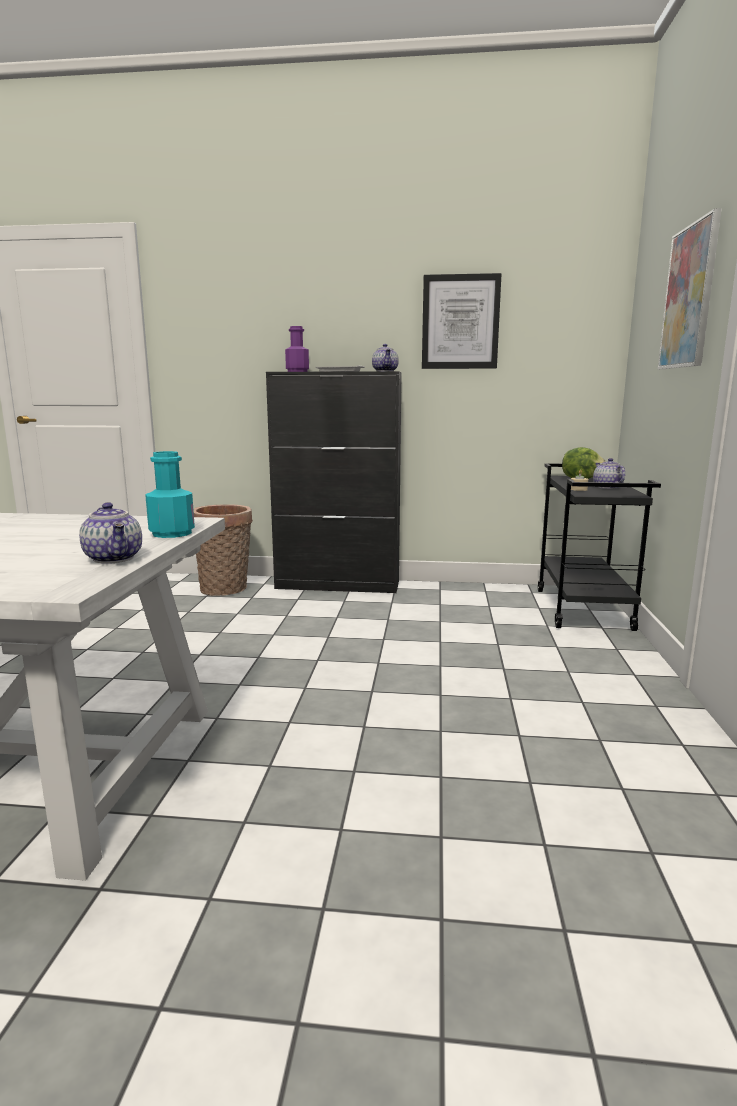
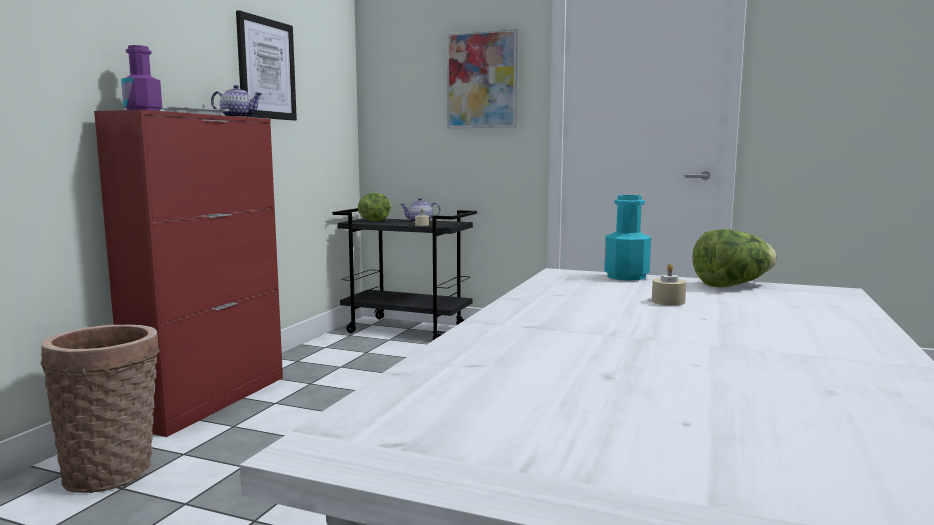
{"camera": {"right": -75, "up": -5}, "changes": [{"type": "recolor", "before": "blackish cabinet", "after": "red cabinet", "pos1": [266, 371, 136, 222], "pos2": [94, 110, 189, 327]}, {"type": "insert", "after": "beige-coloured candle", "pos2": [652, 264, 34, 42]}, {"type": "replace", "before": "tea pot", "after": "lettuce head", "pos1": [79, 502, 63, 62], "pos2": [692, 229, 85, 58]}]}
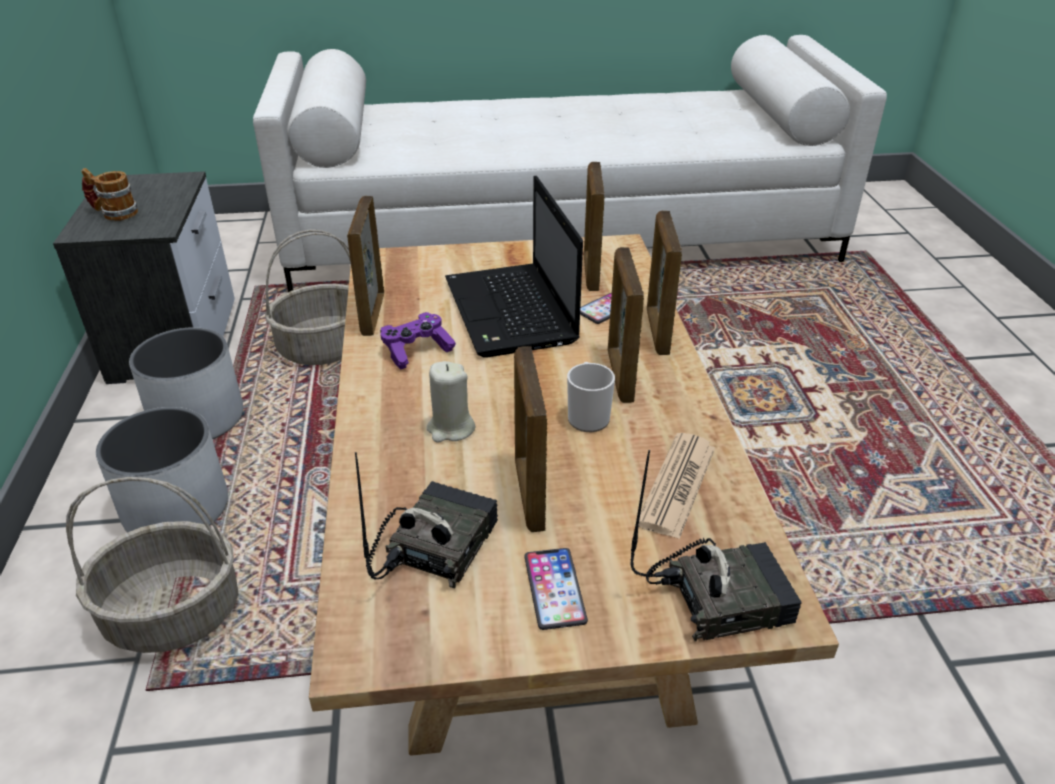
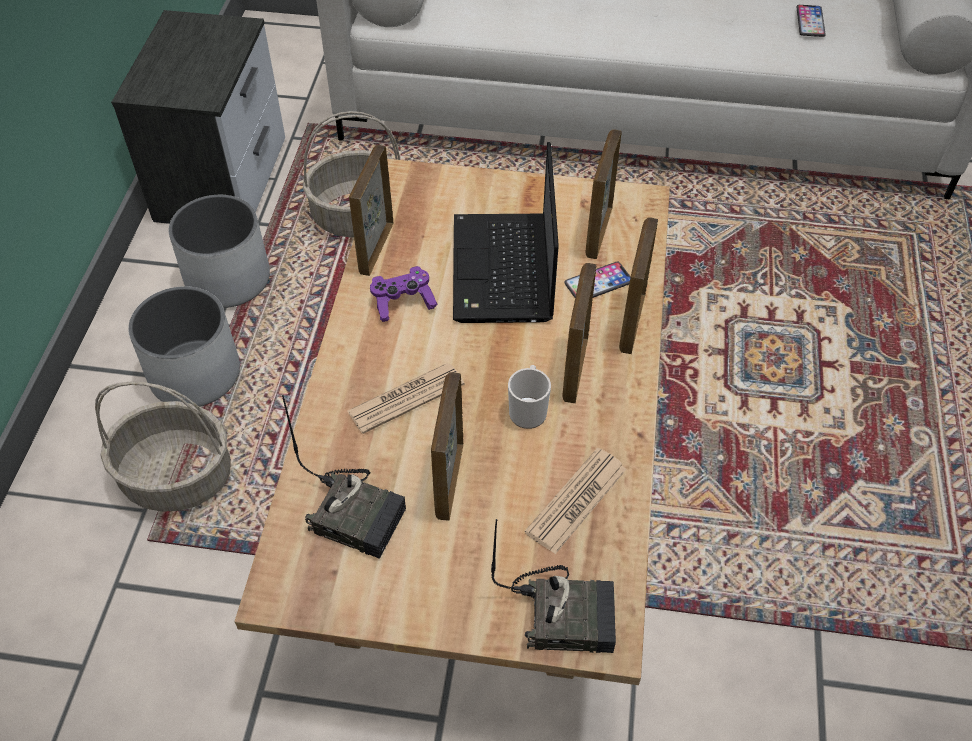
{"camera": {"right": 15, "up": 15}, "changes": [{"type": "rotate", "before": "radio", "pos1": [355, 452, 143, 137], "pos2": [282, 395, 124, 164], "turn": 75}, {"type": "replace", "before": "beige-coloured candle", "after": "printed paper", "pos1": [427, 361, 48, 82], "pos2": [347, 363, 117, 71]}, {"type": "move", "before": "handset", "pos1": [524, 548, 64, 82], "pos2": [797, 5, 29, 32]}, {"type": "delete", "before": "coffee mug", "pos1": [81, 168, 57, 53]}]}
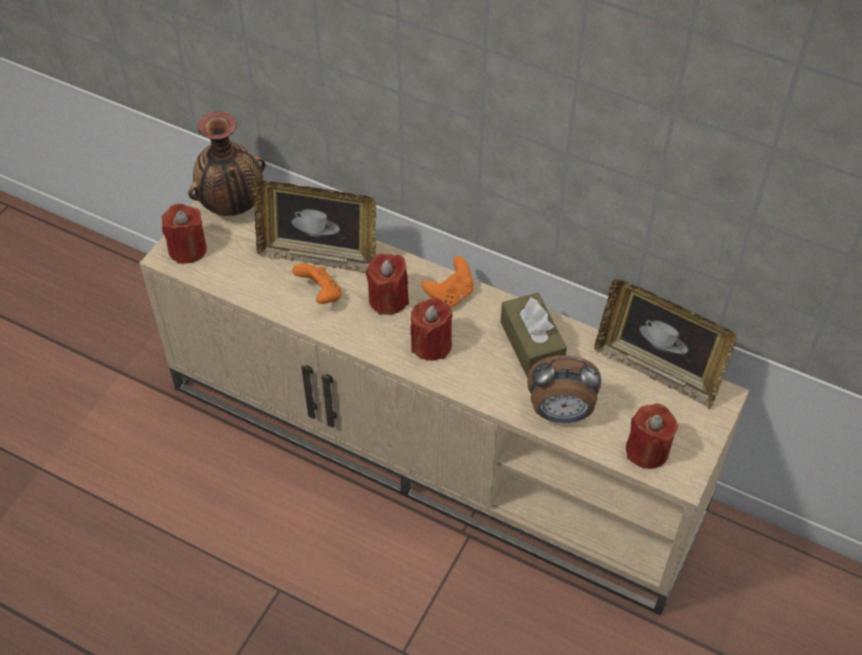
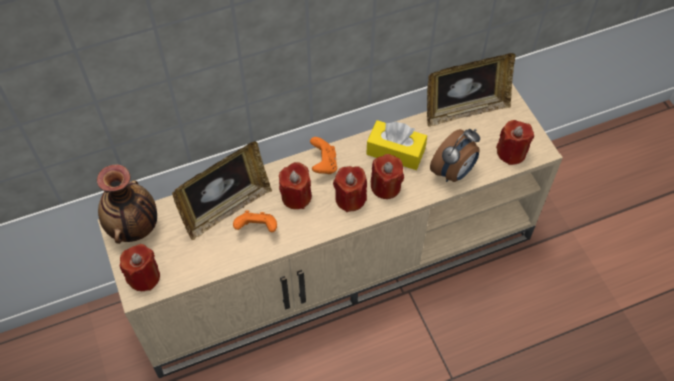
{"camera": {"right": -50, "up": 5}, "changes": [{"type": "recolor", "before": "brown-coloured tissue holder", "after": "yellow tissue holder", "pos1": [501, 293, 66, 83], "pos2": [366, 120, 61, 50]}, {"type": "insert", "after": "red candle", "pos2": [371, 154, 33, 45]}]}
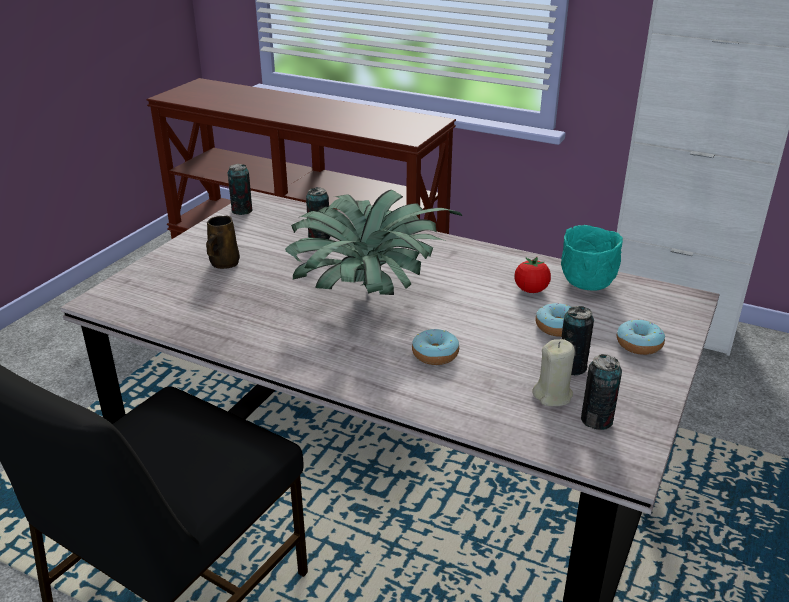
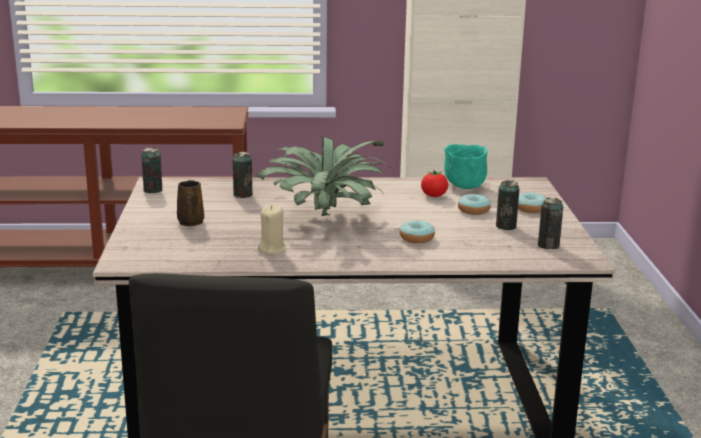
{"camera": {"right": -30, "up": -10}, "changes": [{"type": "move", "before": "beige-coloured candle", "pos1": [532, 339, 43, 67], "pos2": [258, 205, 28, 50]}]}
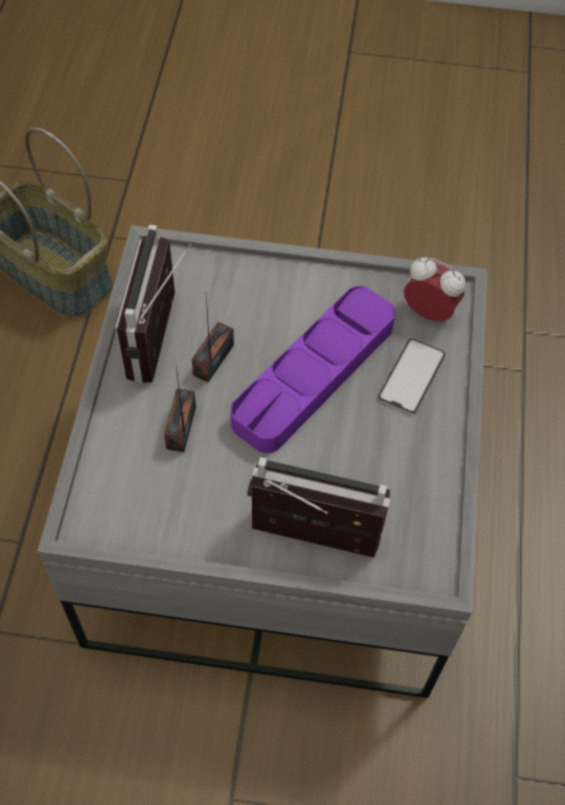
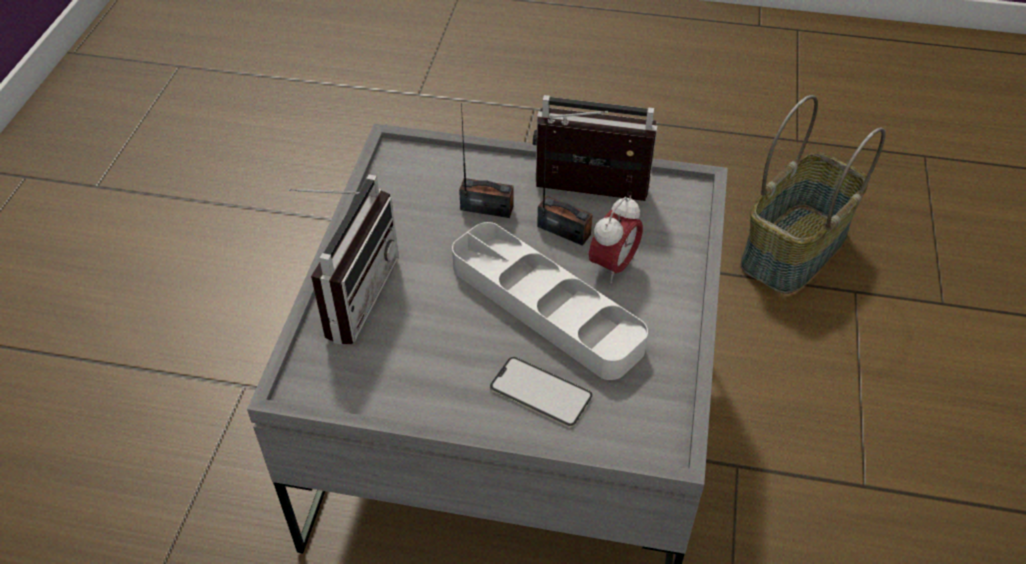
{"camera": {"right": 95, "up": -10}, "changes": [{"type": "recolor", "before": "purplish tray", "after": "gray tray", "pos1": [231, 286, 165, 167], "pos2": [452, 222, 196, 158]}, {"type": "move", "before": "alarm clock", "pos1": [404, 257, 62, 64], "pos2": [589, 196, 54, 87]}]}
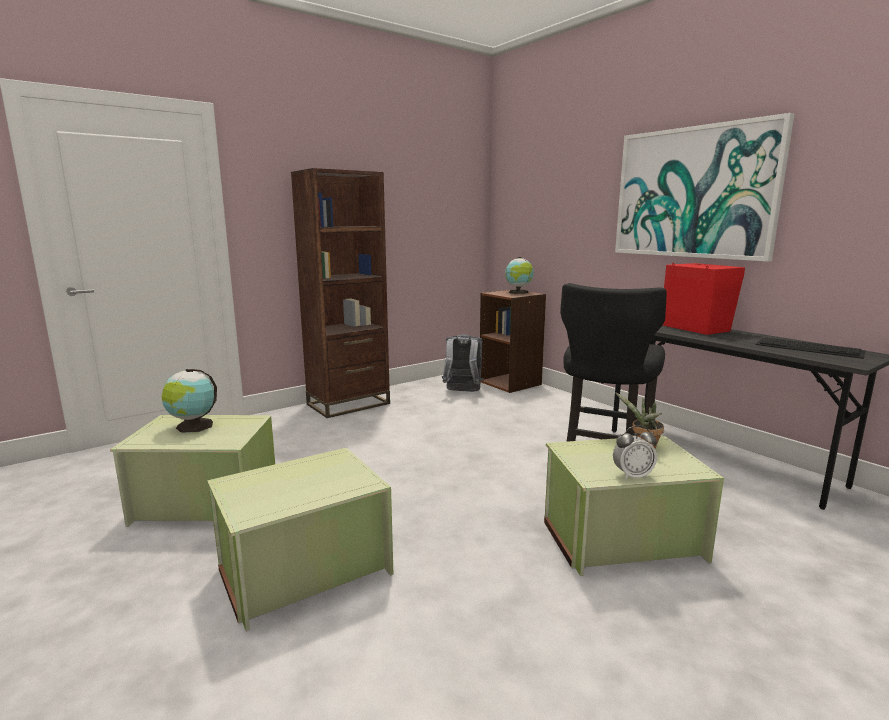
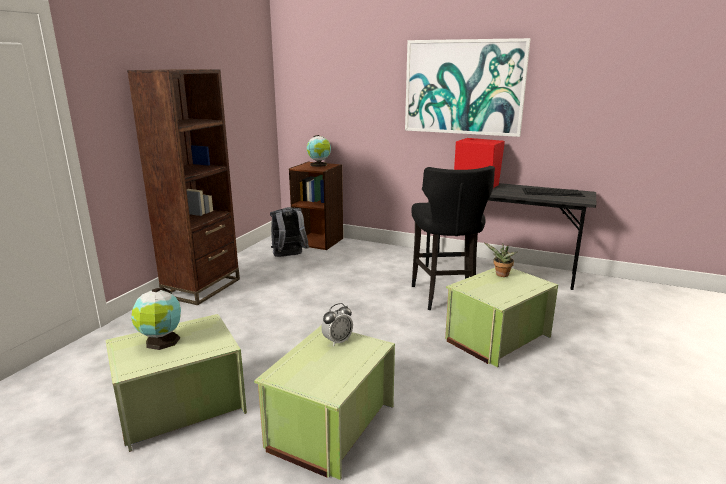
{"camera": {"right": -30, "up": 5}, "changes": [{"type": "move", "before": "alarm clock", "pos1": [613, 425, 44, 55], "pos2": [321, 303, 32, 44]}]}
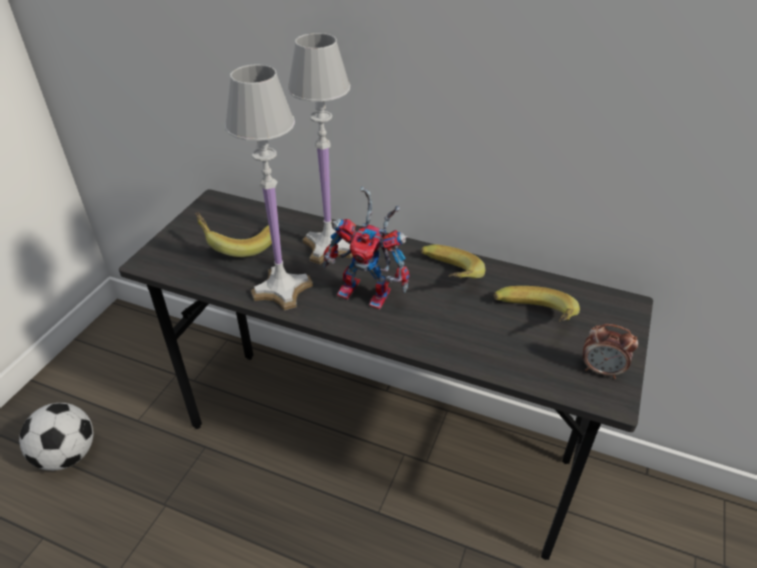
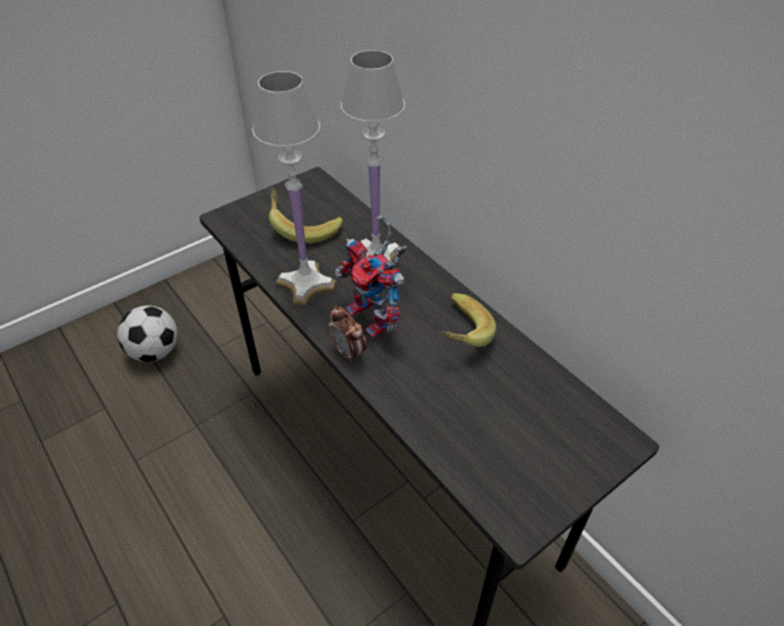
{"camera": {"right": 30, "up": 5}, "changes": [{"type": "move", "before": "alarm clock", "pos1": [583, 324, 55, 55], "pos2": [328, 306, 39, 57]}, {"type": "delete", "before": "whole banana", "pos1": [493, 286, 87, 36]}]}
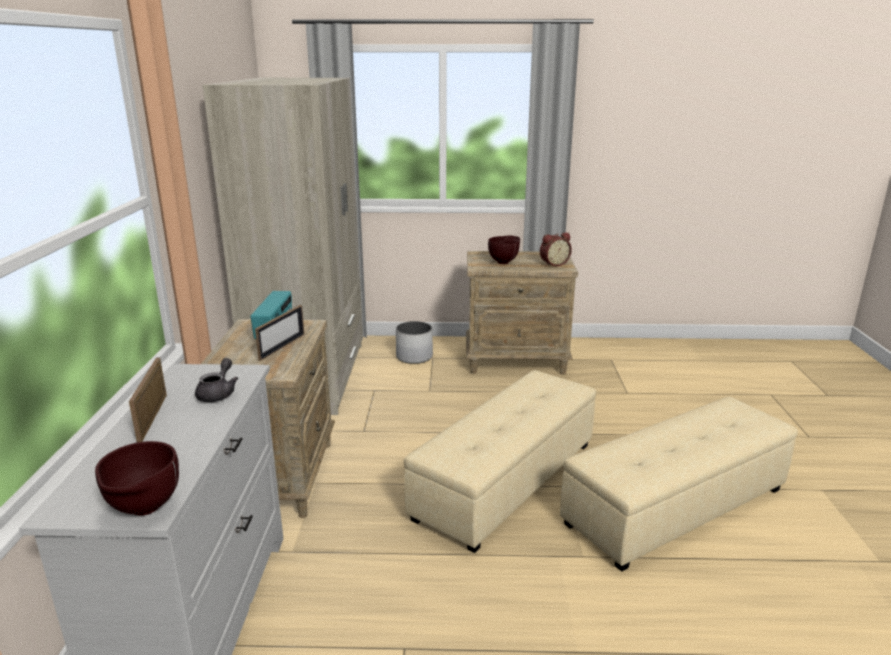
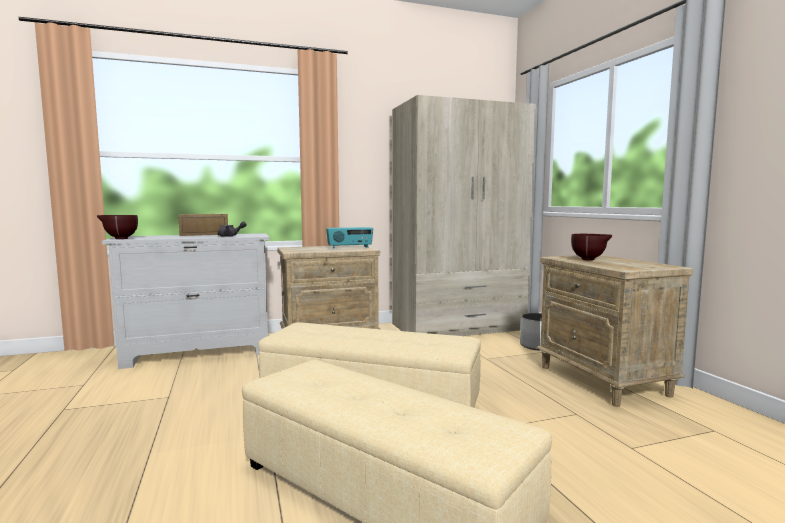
{"camera": {"right": 70, "up": -15}, "changes": [{"type": "delete", "before": "picture frame", "pos1": [255, 305, 49, 56]}, {"type": "delete", "before": "alarm clock", "pos1": [540, 232, 32, 34]}]}
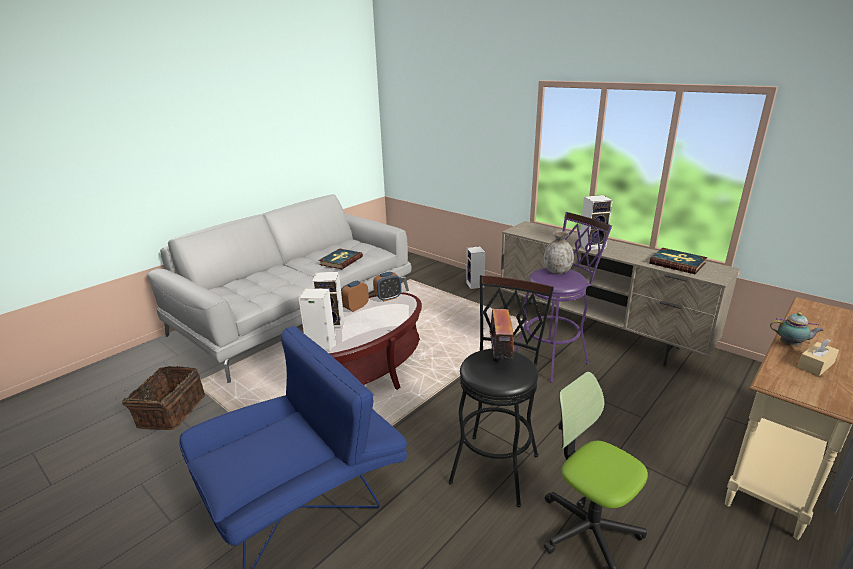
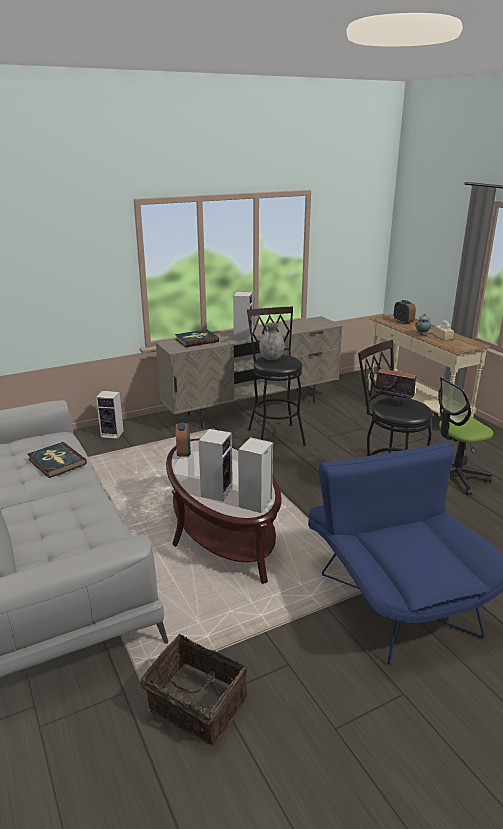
{"camera": {"right": -70, "up": 0}, "changes": [{"type": "move", "before": "volume", "pos1": [649, 248, 58, 26], "pos2": [175, 329, 44, 18]}, {"type": "recolor", "before": "purplish stool", "after": "blackish stool", "pos1": [515, 212, 97, 171], "pos2": [247, 306, 59, 140]}, {"type": "move", "before": "alarm clock", "pos1": [341, 281, 28, 31], "pos2": [394, 300, 22, 25]}]}
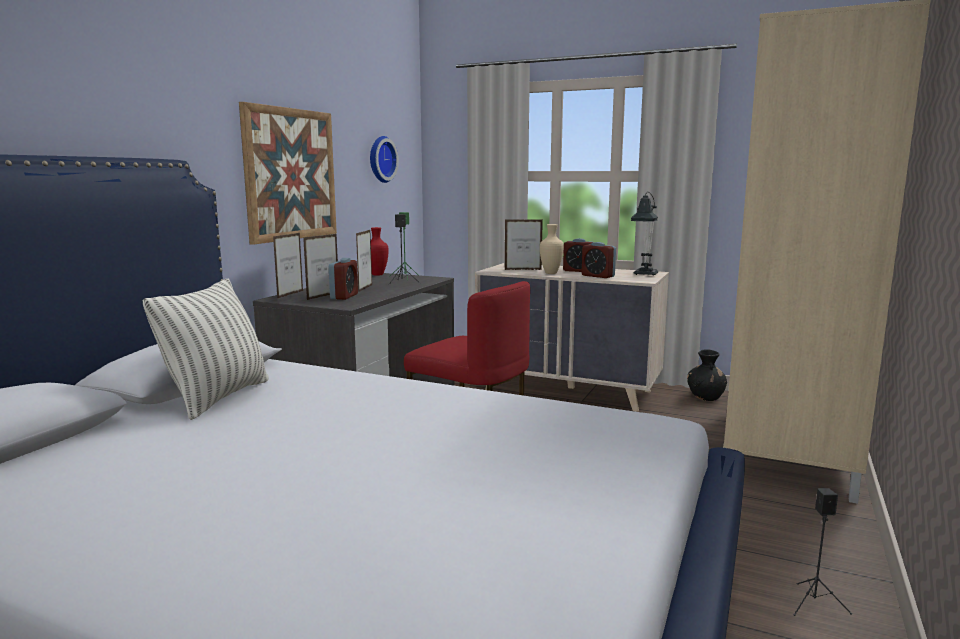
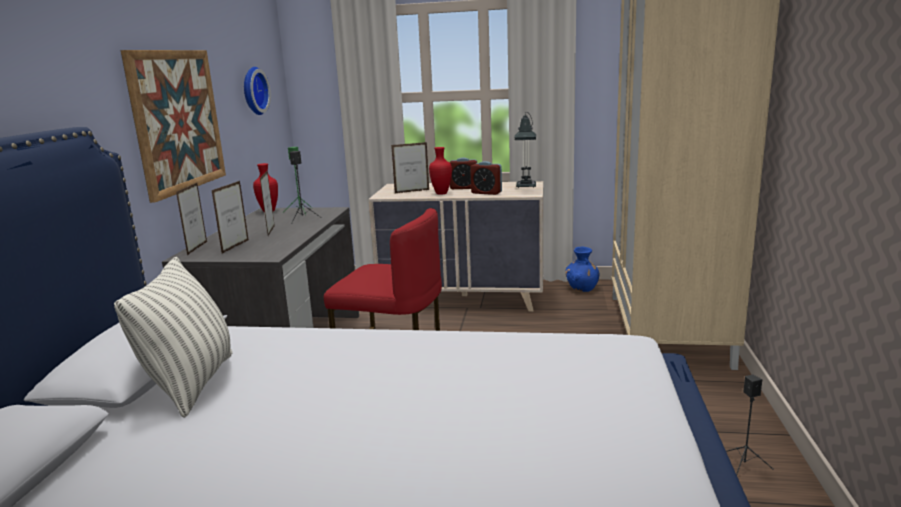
{"camera": {"right": -15, "up": 5}, "changes": [{"type": "recolor", "before": "beige-coloured vase", "after": "red vase", "pos1": [540, 224, 24, 50], "pos2": [429, 147, 23, 48]}, {"type": "recolor", "before": "blackish vase", "after": "blue vase", "pos1": [687, 349, 40, 52], "pos2": [566, 247, 34, 45]}, {"type": "delete", "before": "alarm clock", "pos1": [329, 258, 29, 42]}]}
